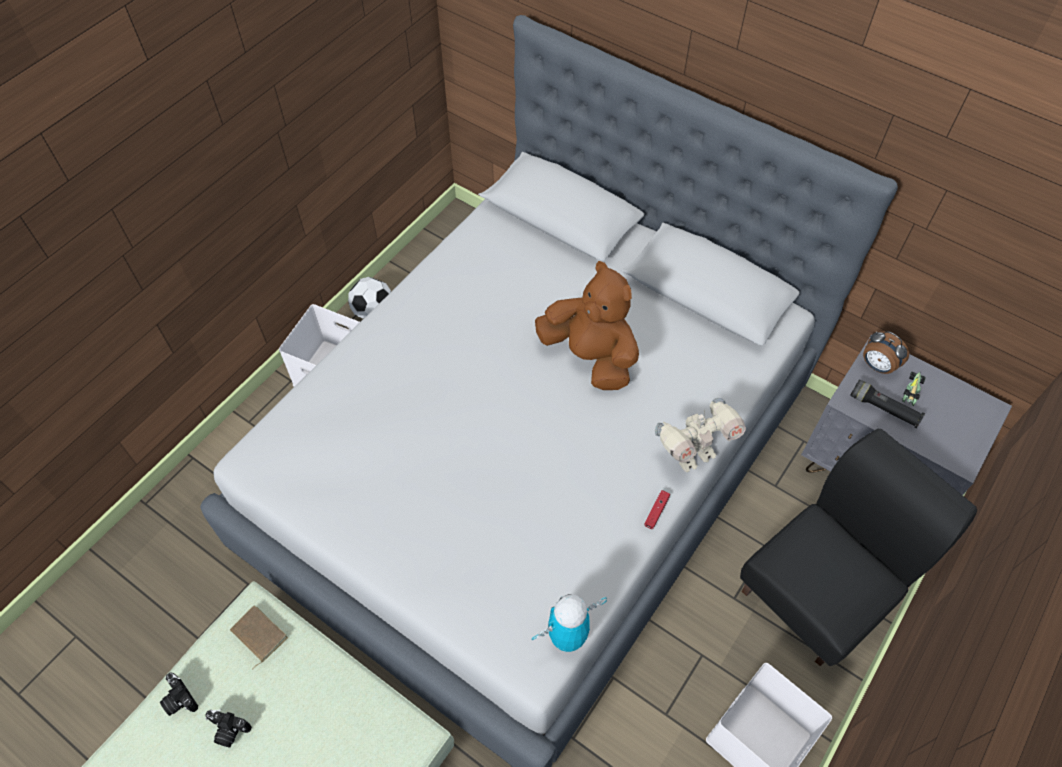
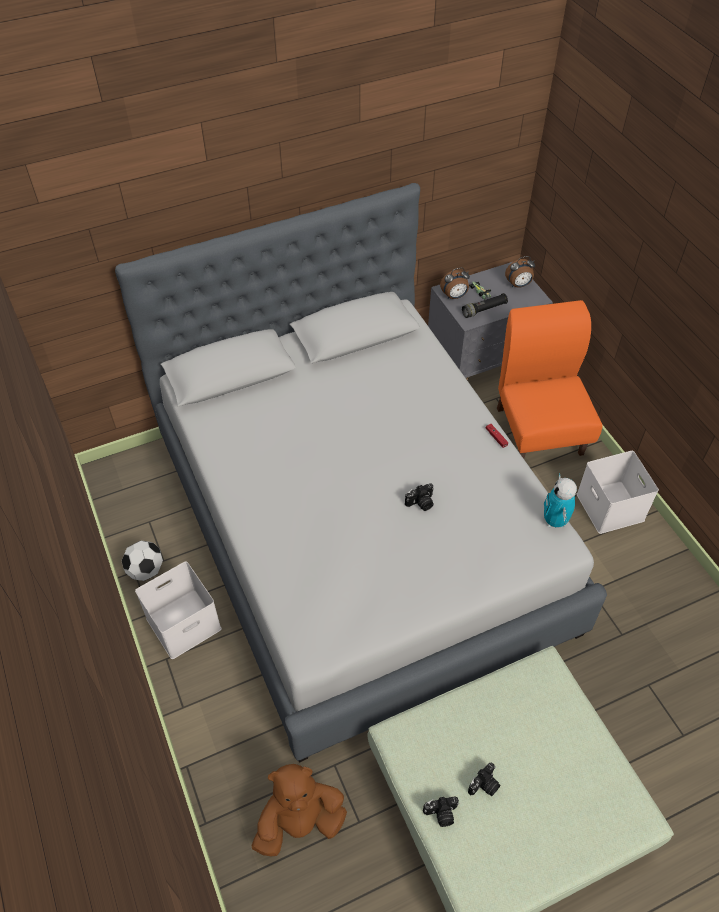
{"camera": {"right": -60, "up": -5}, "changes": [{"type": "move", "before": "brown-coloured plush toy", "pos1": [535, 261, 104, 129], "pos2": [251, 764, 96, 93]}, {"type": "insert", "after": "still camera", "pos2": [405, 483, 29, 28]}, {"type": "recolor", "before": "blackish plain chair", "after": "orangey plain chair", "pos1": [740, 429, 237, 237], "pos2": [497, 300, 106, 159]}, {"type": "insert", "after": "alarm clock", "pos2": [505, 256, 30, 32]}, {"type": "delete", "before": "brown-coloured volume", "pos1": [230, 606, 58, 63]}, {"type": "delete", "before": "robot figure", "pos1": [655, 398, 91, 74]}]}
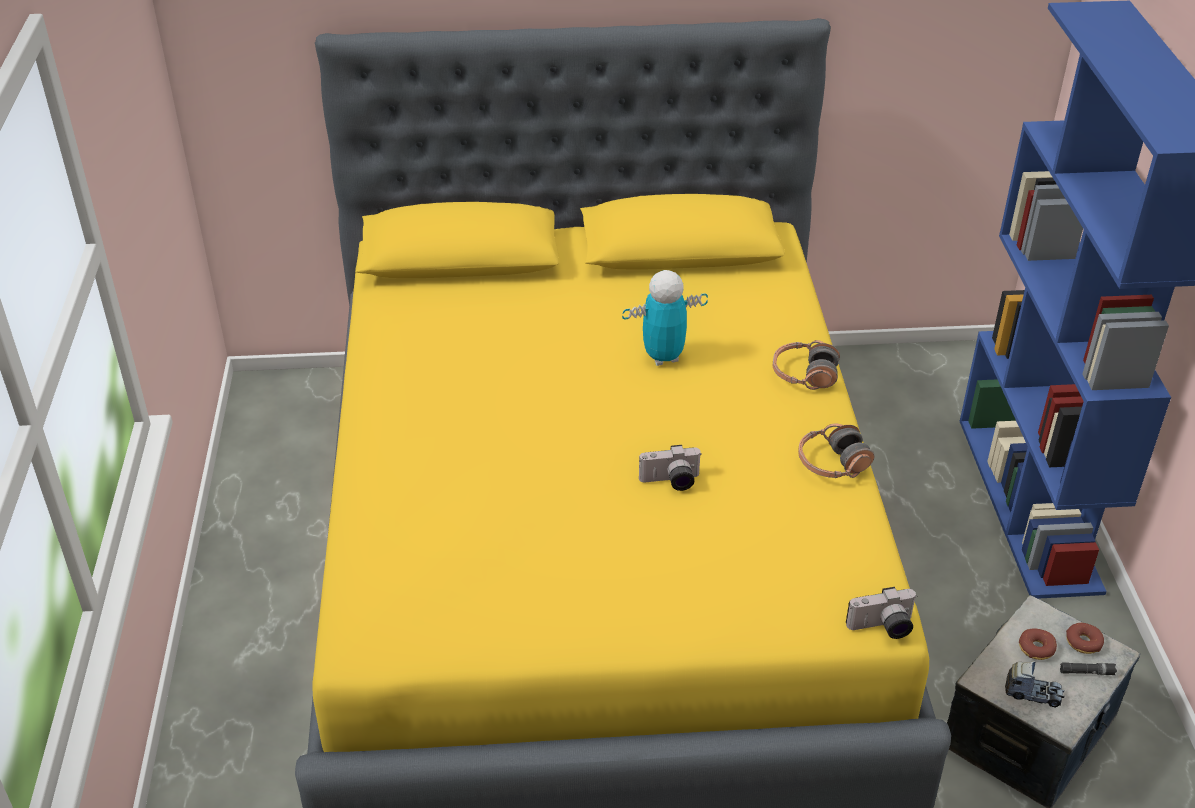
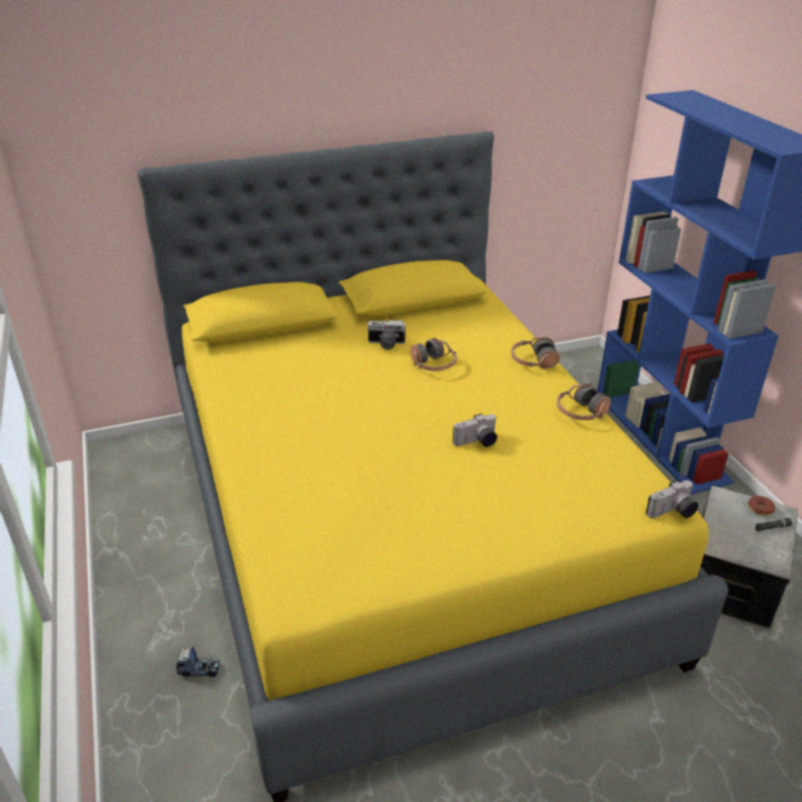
{"camera": {"right": -15, "up": -5}, "changes": [{"type": "move", "before": "toy lorry", "pos1": [1005, 661, 59, 46], "pos2": [176, 646, 44, 31]}, {"type": "insert", "after": "still camera", "pos2": [368, 320, 38, 30]}, {"type": "replace", "before": "robot figure", "after": "headset", "pos1": [622, 270, 86, 96], "pos2": [410, 338, 47, 33]}, {"type": "delete", "before": "donut", "pos1": [1019, 629, 38, 31]}]}
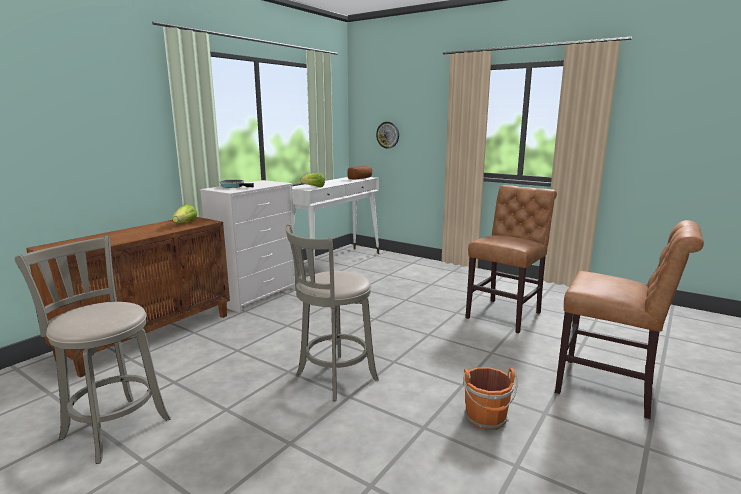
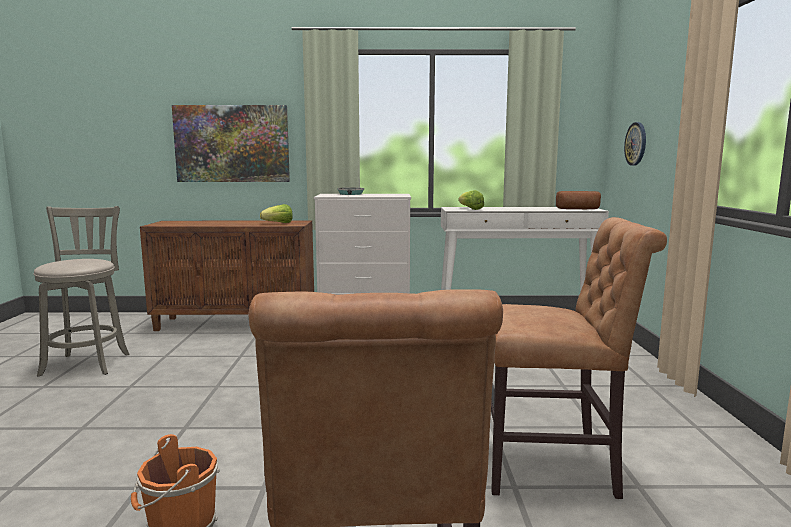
{"camera": {"right": 55, "up": -5}, "changes": [{"type": "insert", "after": "wall picture", "pos2": [172, 105, 118, 77]}, {"type": "delete", "before": "gray stool", "pos1": [286, 224, 93, 177]}]}
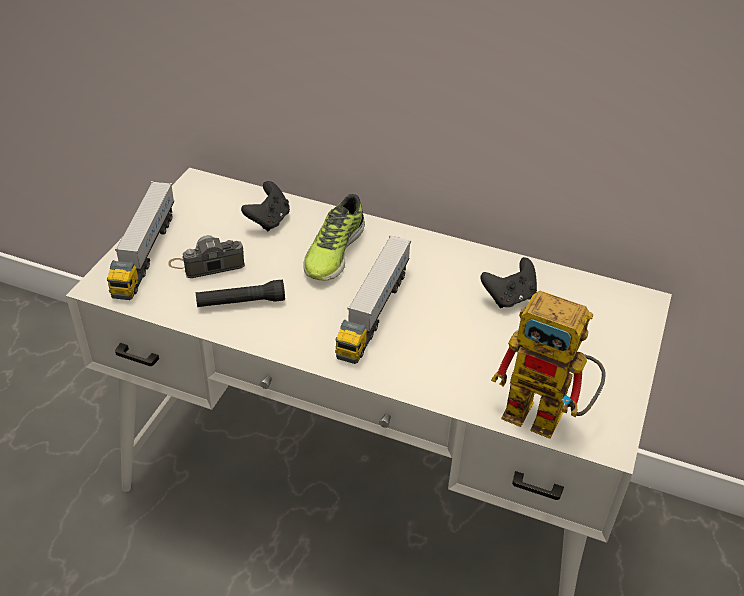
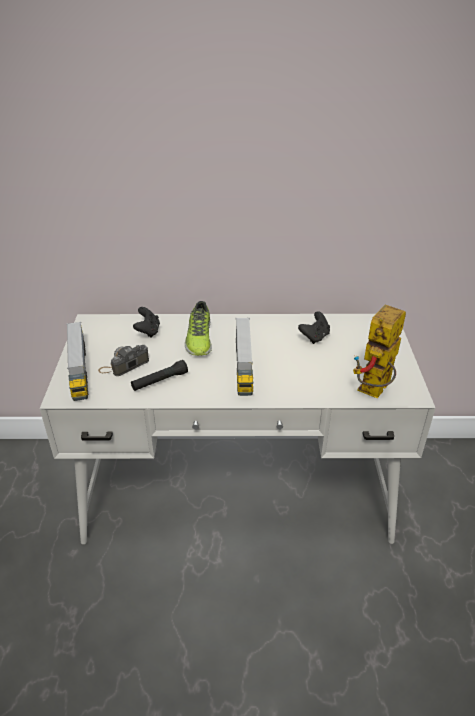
{"camera": {"right": -20, "up": -5}, "changes": [{"type": "rotate", "before": "robot figure", "pos1": [491, 291, 114, 148], "pos2": [353, 305, 53, 93], "turn": 120}]}
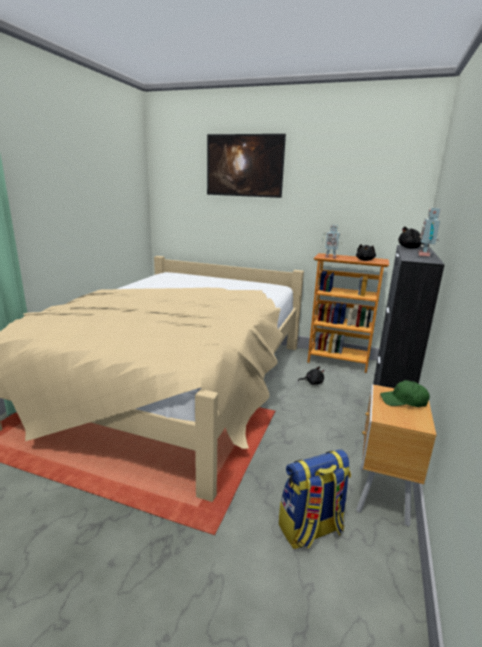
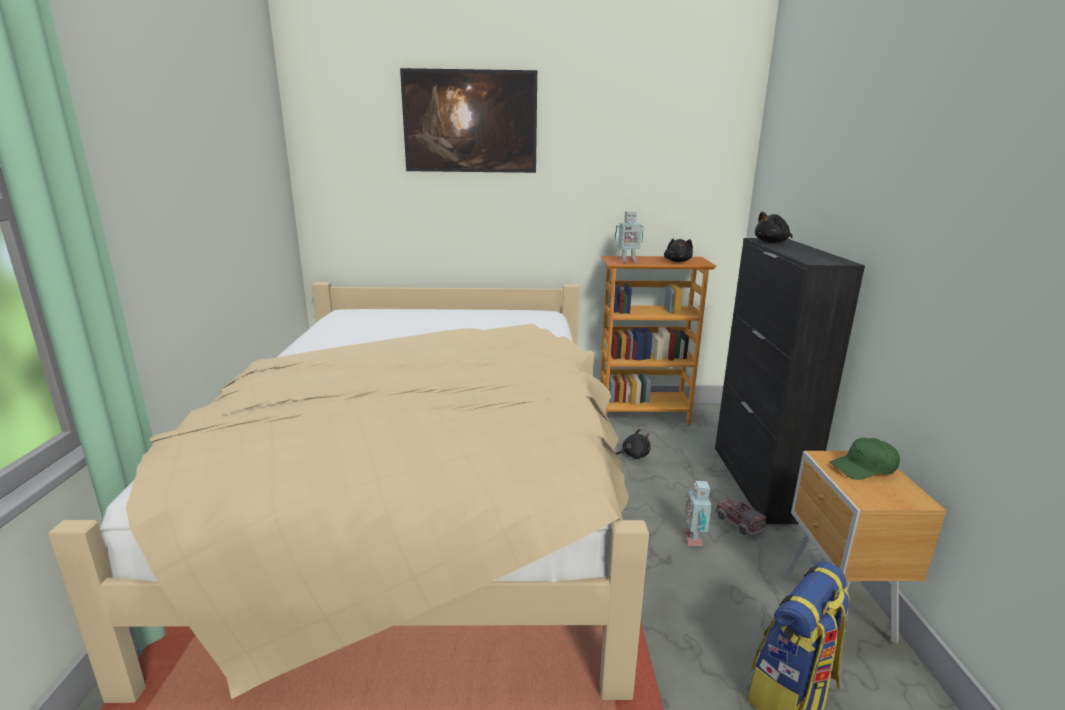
{"camera": {"right": -20, "up": 0}, "changes": [{"type": "move", "before": "robot figure", "pos1": [418, 208, 23, 49], "pos2": [683, 481, 29, 65]}, {"type": "insert", "after": "toy lorry", "pos2": [715, 499, 53, 37]}]}
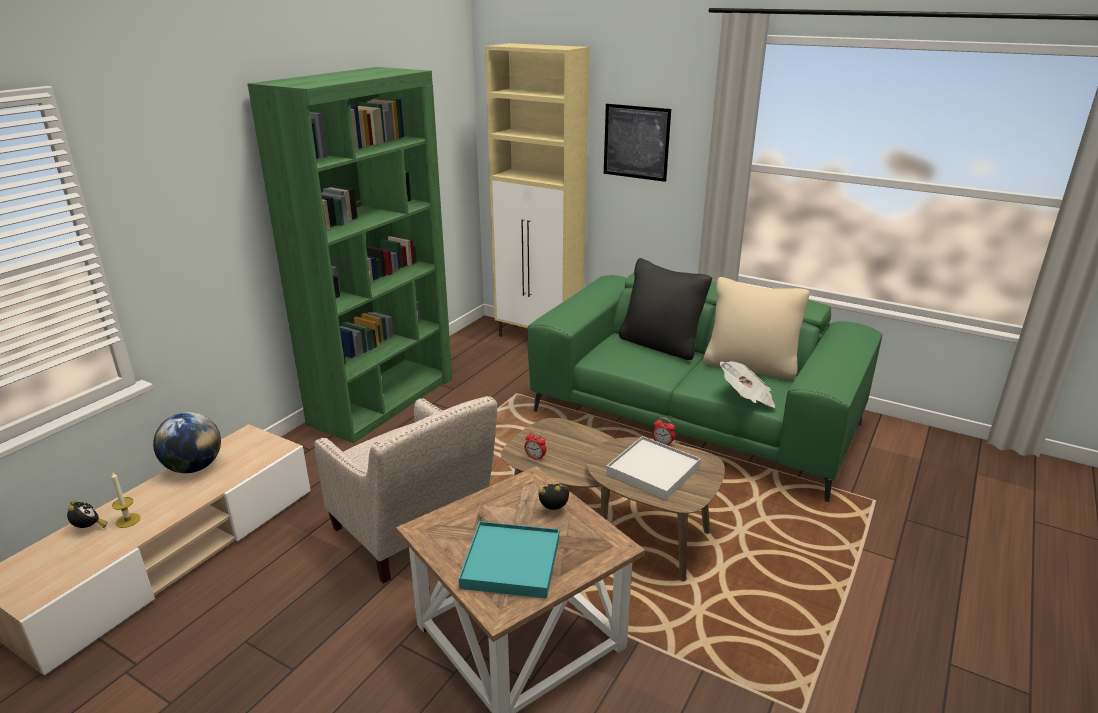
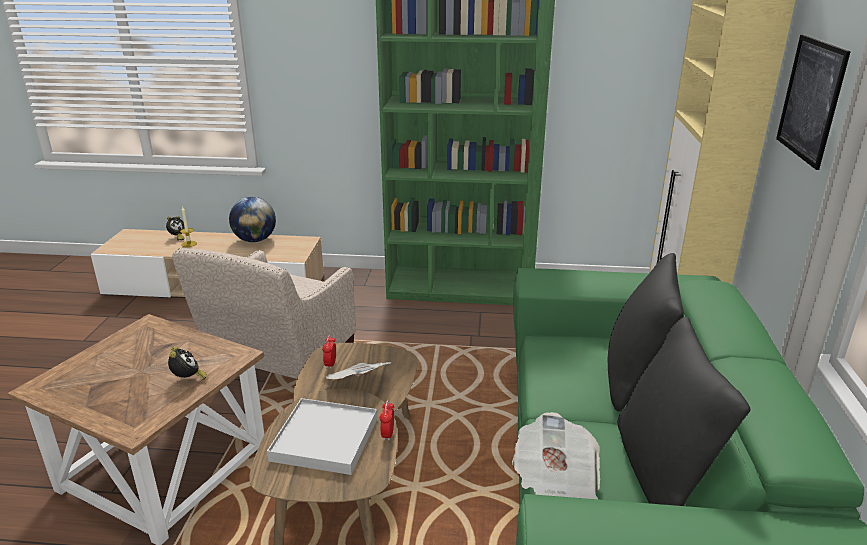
{"camera": {"right": 65, "up": 0}, "changes": [{"type": "insert", "after": "printed paper", "pos2": [325, 362, 66, 17]}, {"type": "recolor", "before": "beige-coloured throw pillow", "after": "blackish throw pillow", "pos1": [703, 277, 106, 102], "pos2": [618, 316, 133, 190]}, {"type": "delete", "before": "turquoise-coloured tray", "pos1": [459, 521, 100, 78]}]}
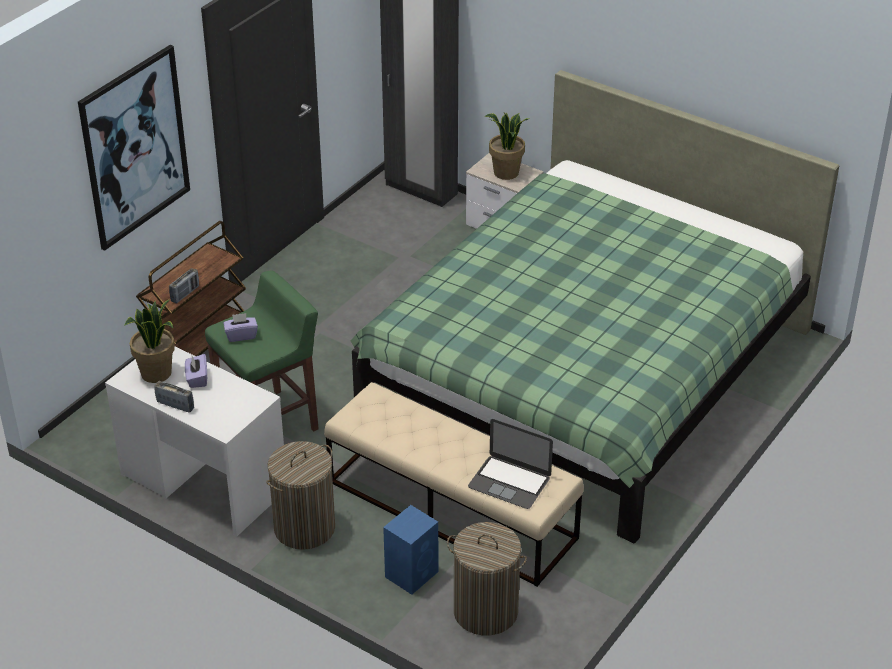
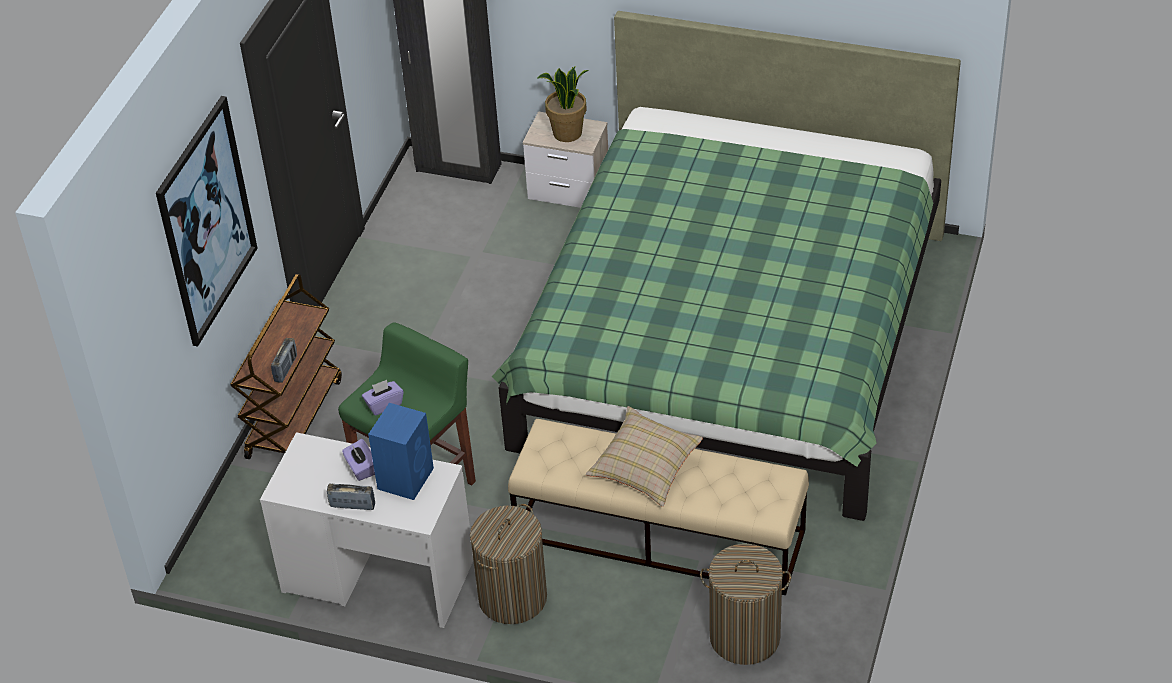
{"camera": {"right": -15, "up": 5}, "changes": [{"type": "move", "before": "blue audio speaker", "pos1": [383, 505, 56, 90], "pos2": [368, 403, 66, 97]}, {"type": "insert", "after": "beige-coloured throw pillow", "pos2": [586, 406, 117, 101]}, {"type": "delete", "before": "potted plant", "pos1": [124, 300, 51, 83]}, {"type": "delete", "before": "laptop", "pos1": [468, 419, 85, 90]}]}
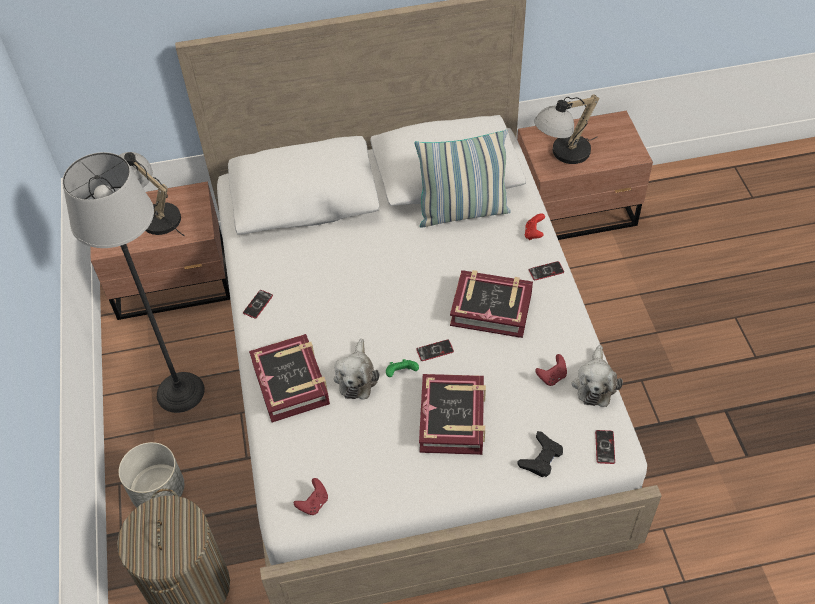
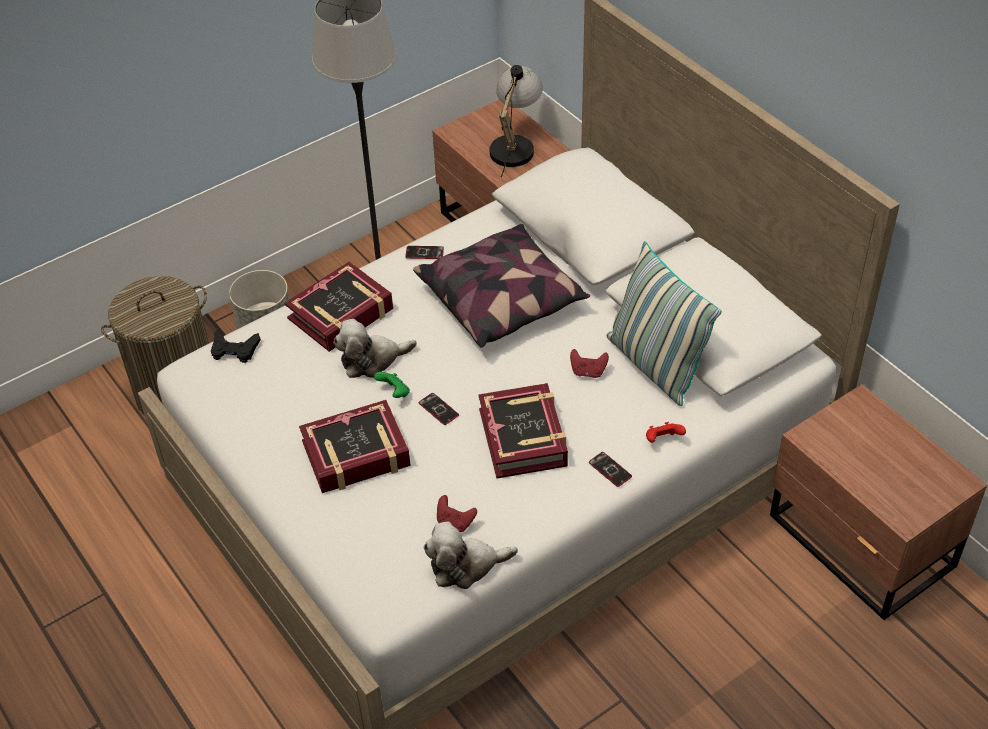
{"camera": {"right": 65, "up": -5}, "changes": [{"type": "move", "before": "blackish game controller", "pos1": [517, 431, 46, 46], "pos2": [211, 329, 50, 34]}, {"type": "insert", "after": "throw pillow", "pos2": [413, 224, 177, 124]}, {"type": "move", "before": "red game controller", "pos1": [294, 478, 34, 37], "pos2": [570, 349, 39, 29]}, {"type": "delete", "before": "tabletop lamp", "pos1": [534, 94, 65, 70]}, {"type": "delete", "before": "handset", "pos1": [595, 430, 20, 34]}]}
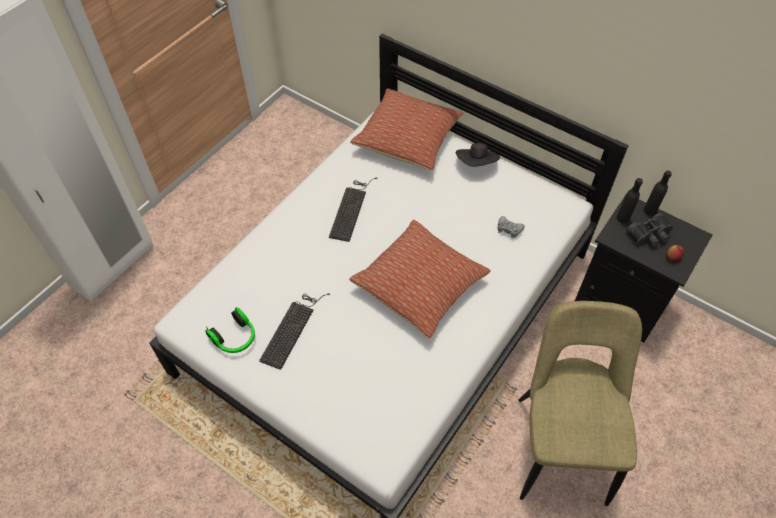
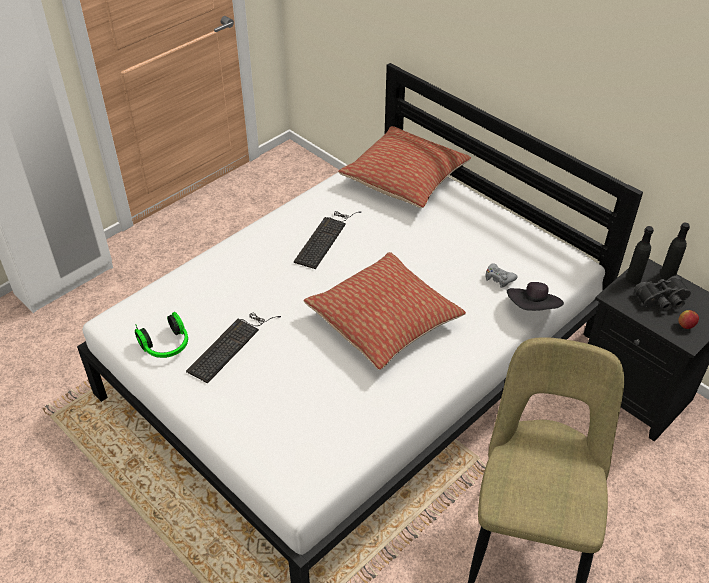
{"camera": {"right": 10, "up": -10}, "changes": [{"type": "move", "before": "blackish hat", "pos1": [456, 143, 44, 24], "pos2": [507, 282, 57, 29]}]}
